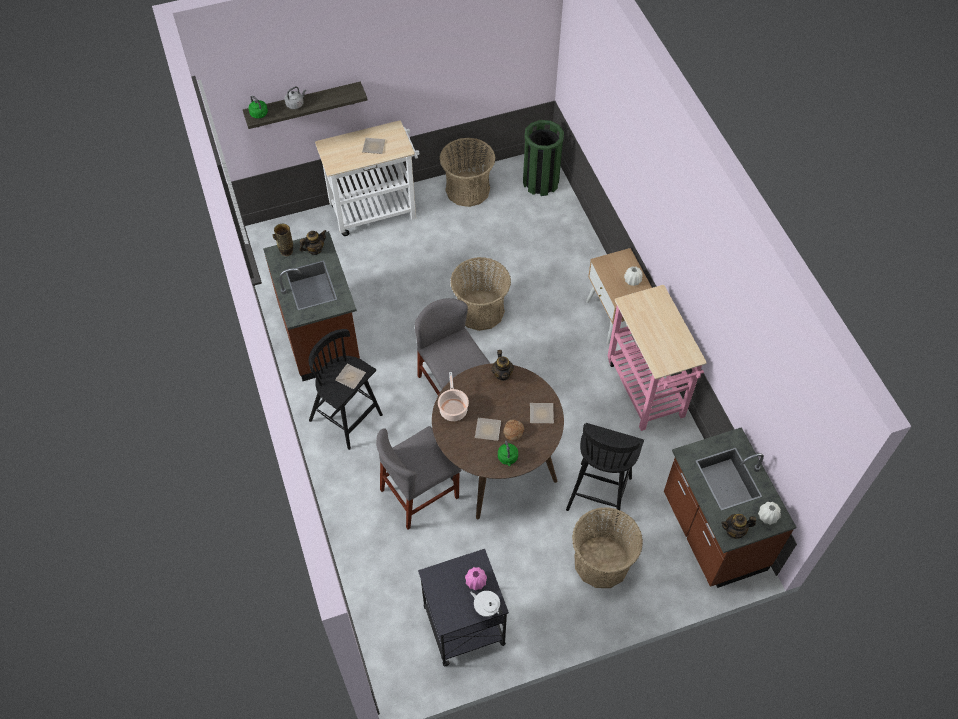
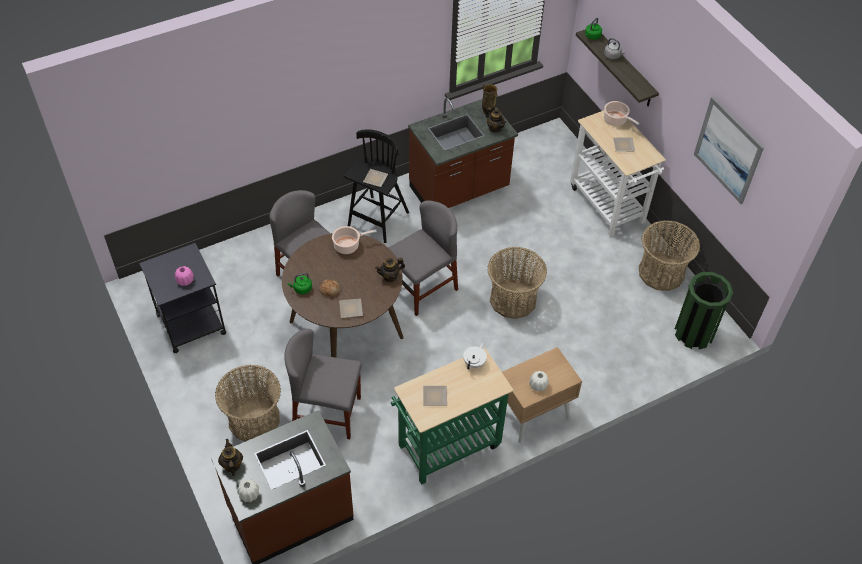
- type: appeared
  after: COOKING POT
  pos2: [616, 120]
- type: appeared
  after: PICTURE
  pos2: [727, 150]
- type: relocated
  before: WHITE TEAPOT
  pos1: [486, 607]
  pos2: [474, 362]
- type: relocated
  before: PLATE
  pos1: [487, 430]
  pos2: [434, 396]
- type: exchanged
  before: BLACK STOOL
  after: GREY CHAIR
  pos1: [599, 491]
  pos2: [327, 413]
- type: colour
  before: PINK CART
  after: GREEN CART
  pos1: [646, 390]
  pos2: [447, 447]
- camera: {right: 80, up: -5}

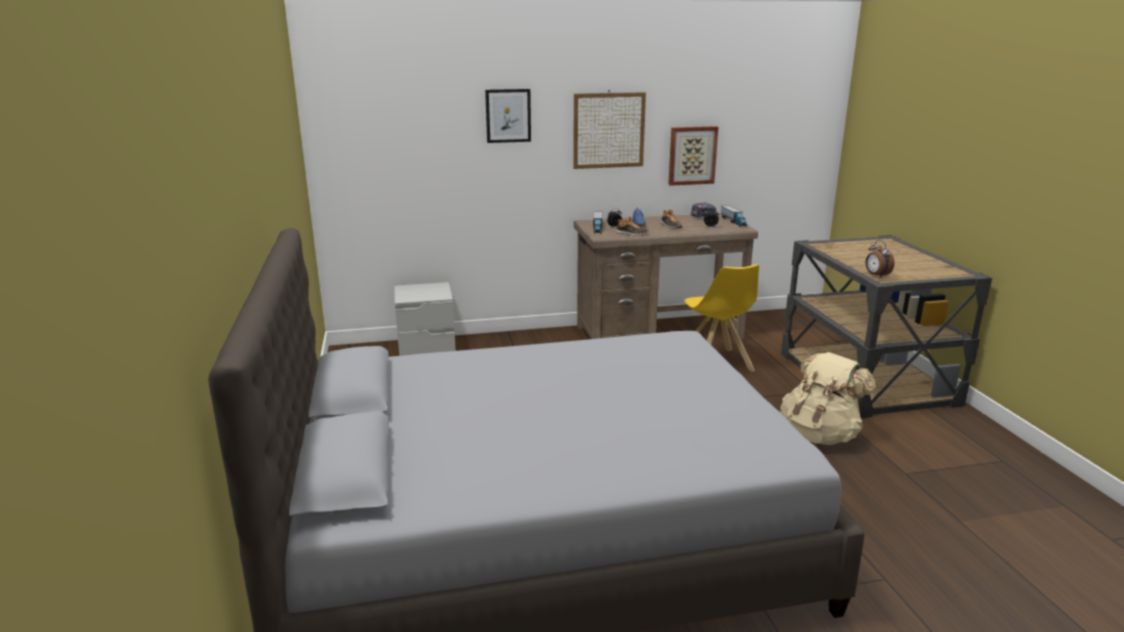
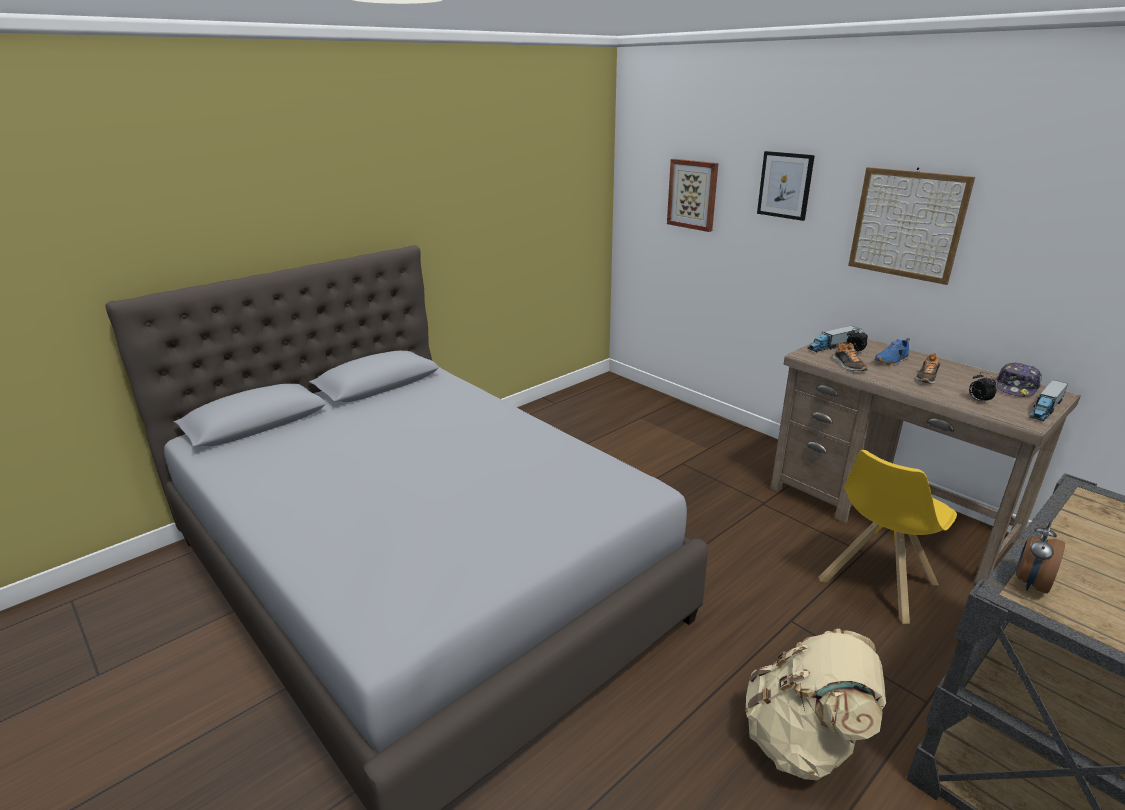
- type: missing
  before: WHITE NIGHTSTAND
  pos1: [426, 348]
- type: relocated
  before: PICTURE
  pos1: [692, 155]
  pos2: [693, 194]
- camera: {right: 60, up: 5}

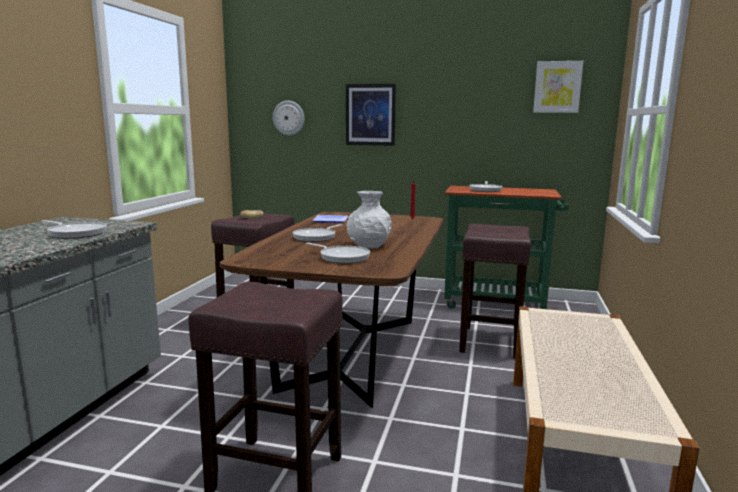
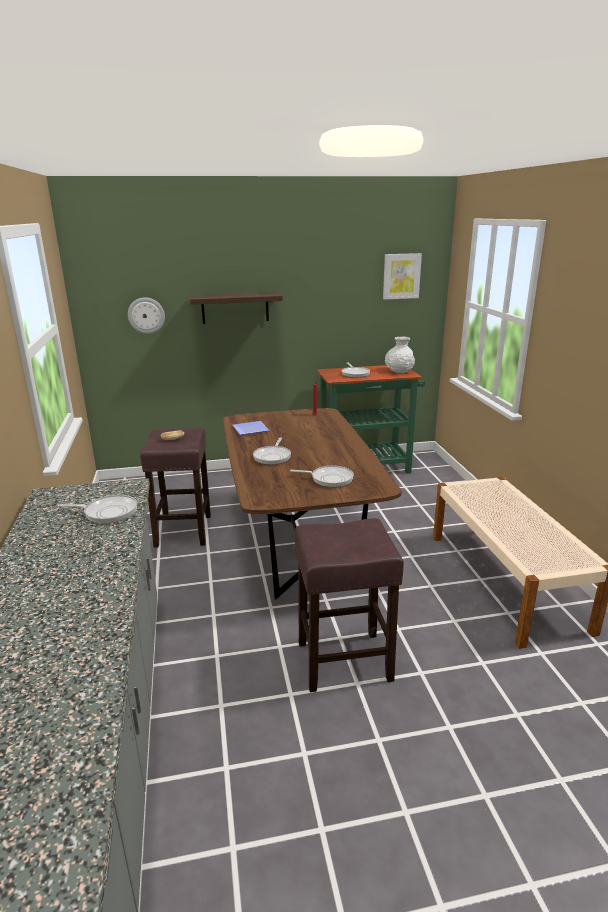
- type: missing
  before: BROWN STOOL
  pos1: [490, 342]
- type: relocated
  before: WHITE VASE
  pos1: [368, 245]
  pos2: [399, 371]
- type: exchanged
  before: PICTURE
  after: SHELF
  pos1: [370, 115]
  pos2: [235, 308]
- camera: {right: -25, up: 10}

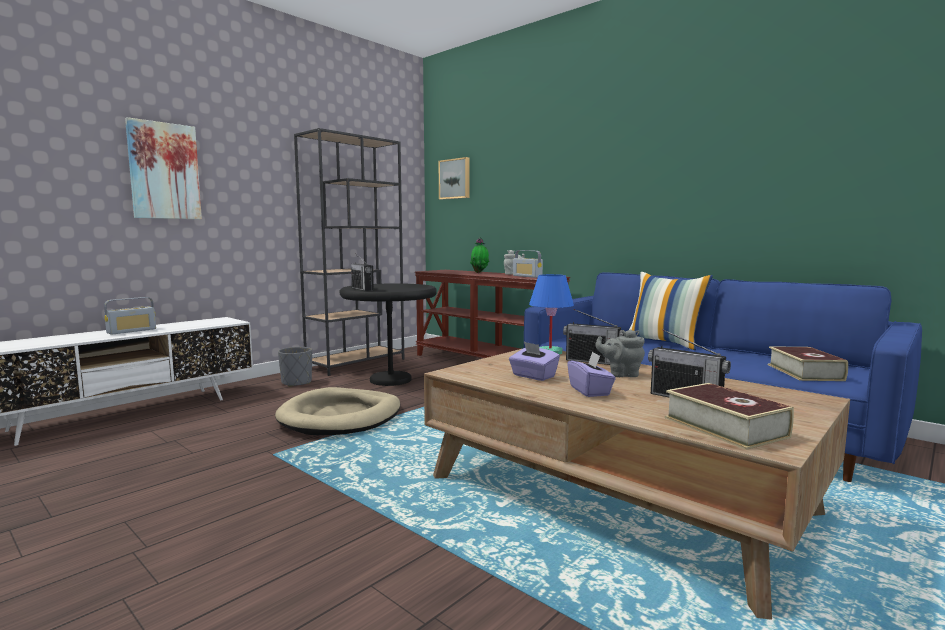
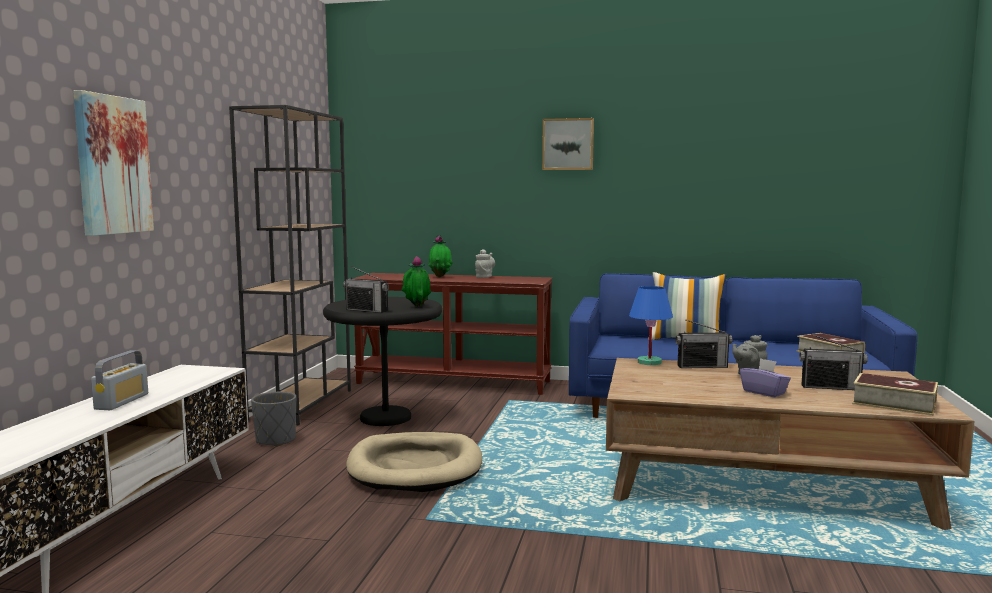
- type: missing
  before: PURPLE TISSUE BOX
  pos1: [533, 376]
- type: missing
  before: RADIO
  pos1: [527, 276]
- type: appeared
  after: POTTED PLANT
  pos2: [416, 307]
- type: relocated
  before: PICTURE
  pos1: [455, 179]
  pos2: [568, 144]
- camera: {right: -30, up: 0}

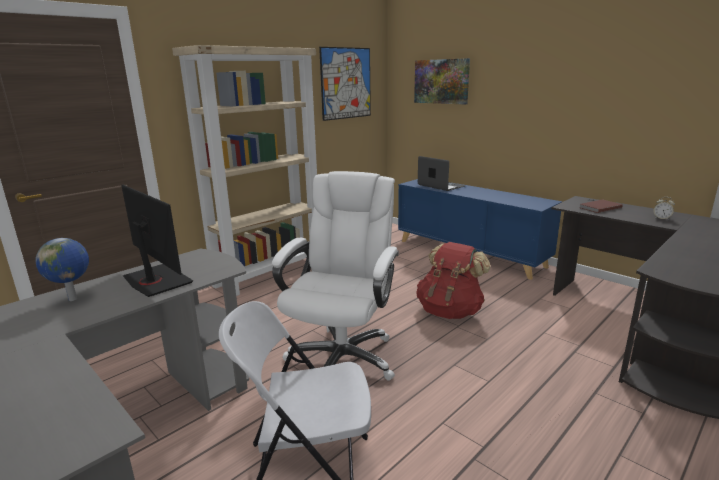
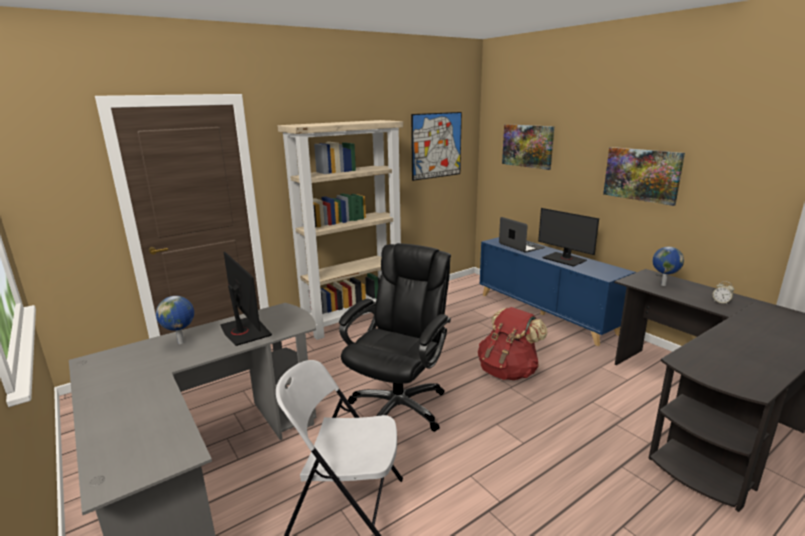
- type: appeared
  after: MONITOR
  pos2: [564, 259]
- type: appeared
  after: PICTURE
  pos2: [642, 174]
- type: exchanged
  before: BROWN BOOK
  after: GLOBE
  pos1: [599, 207]
  pos2: [662, 285]
- type: colour
  before: WHITE OFFICE CHAIR
  after: BLACK OFFICE CHAIR
  pos1: [342, 358]
  pos2: [398, 407]
- camera: {right: 10, up: 0}

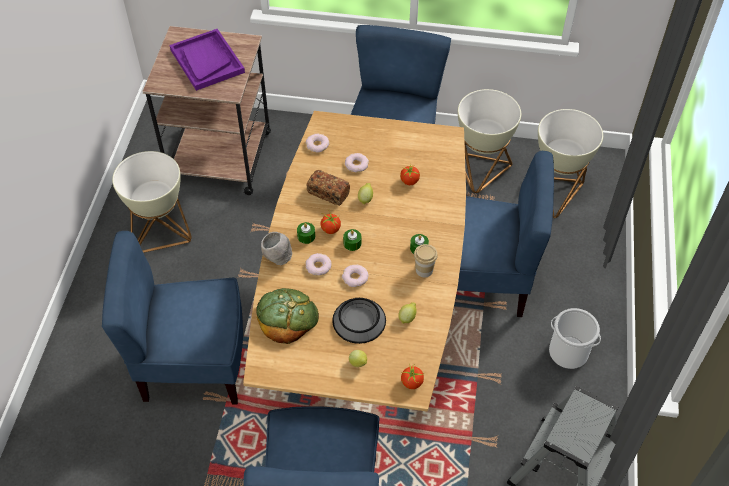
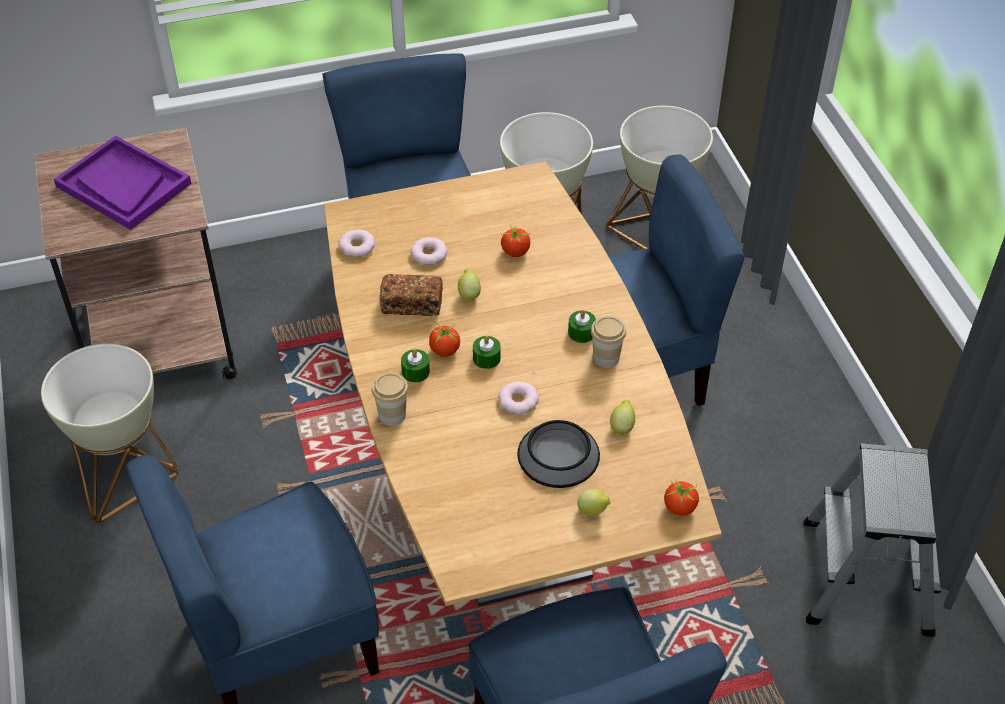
- type: missing
  before: BREAD
  pos1: [286, 316]
- type: missing
  before: DONUT
  pos1: [318, 266]
- type: missing
  before: BUCKET
  pos1: [569, 352]
- type: exchanged
  before: GREY BOWL
  after: CUP
  pos1: [277, 258]
  pos2: [392, 415]
- camera: {right: -25, up: -5}

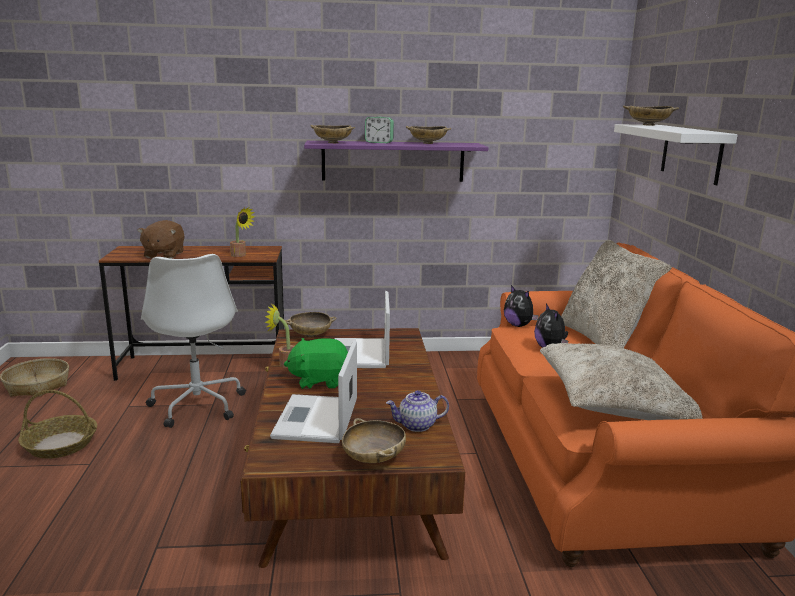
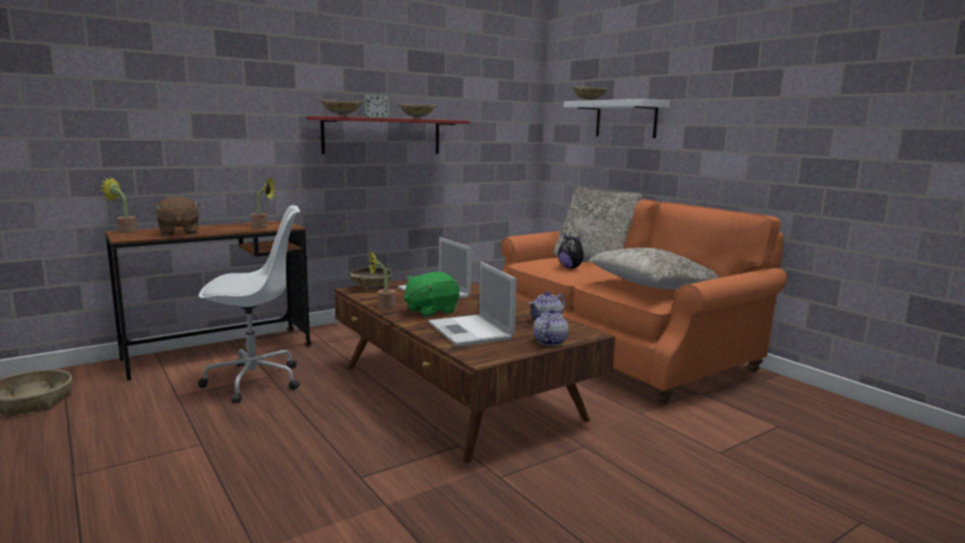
- type: missing
  before: BASKET
  pos1: [60, 444]
- type: missing
  before: PLUSH TOY
  pos1: [518, 325]
- type: appeared
  after: POTTED PLANT
  pos2: [124, 231]
- type: exchanged
  before: BEIGE BOWL
  after: TEAPOT
  pos1: [373, 459]
  pos2: [549, 342]
- type: colour
  before: PURPLE SHELF
  after: RED SHELF
  pos1: [393, 161]
  pos2: [383, 136]
- type: spun
  before: WHITE OFFICE CHAIR
  pos1: [198, 407]
  pos2: [257, 381]
  turn: -60
- camera: {right: -30, up: -5}

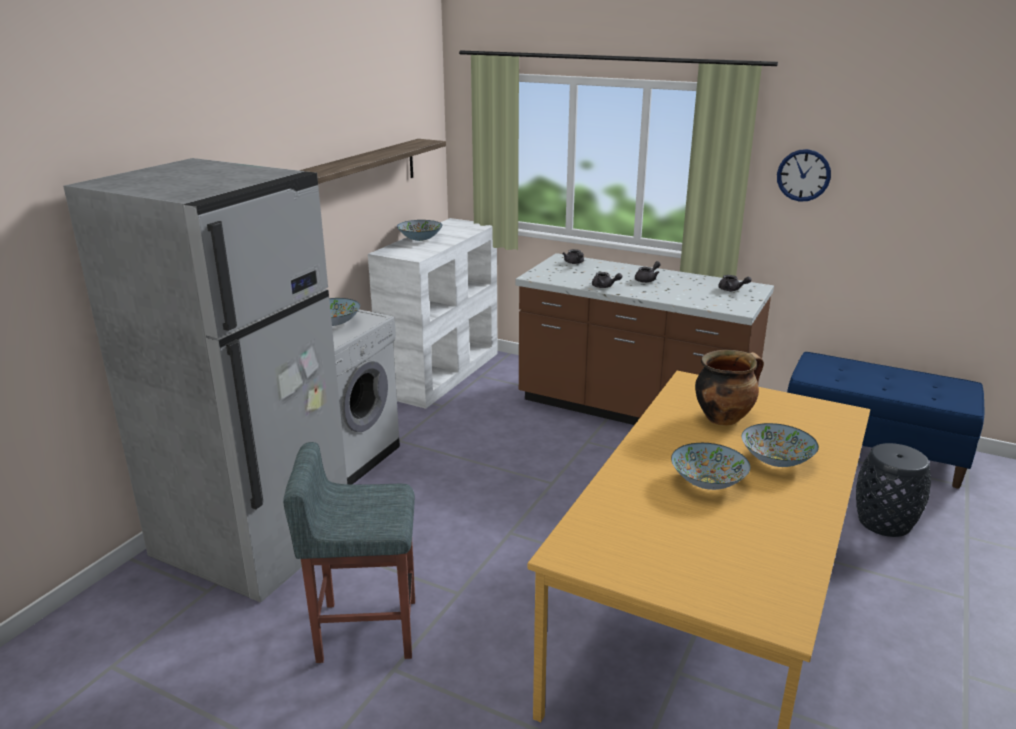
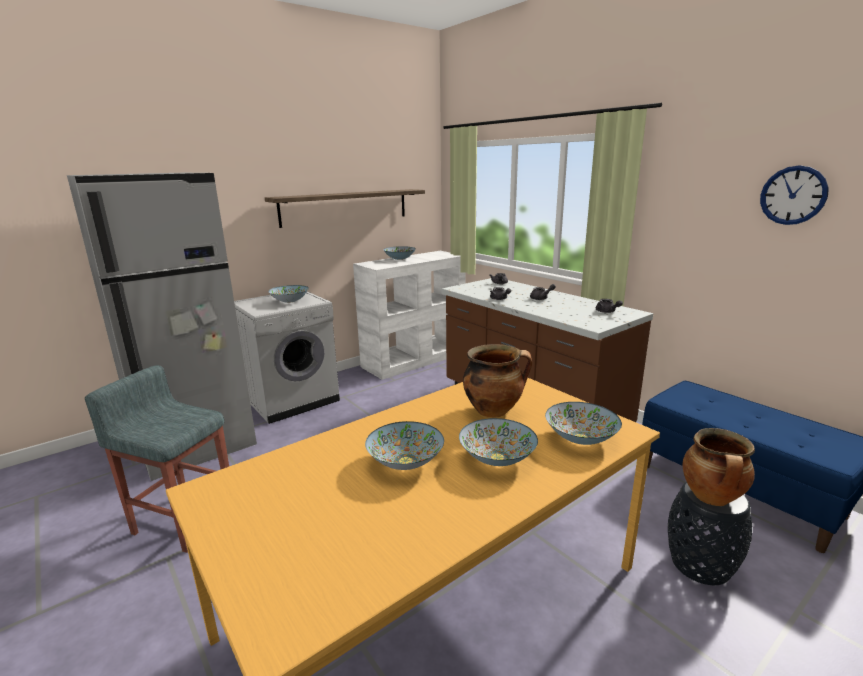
- type: appeared
  after: BOWL
  pos2: [581, 438]
- type: appeared
  after: COOKING POT
  pos2: [712, 498]
- type: relocated
  before: WALL CLOCK
  pos1: [803, 175]
  pos2: [793, 195]
- camera: {right: 25, up: -5}

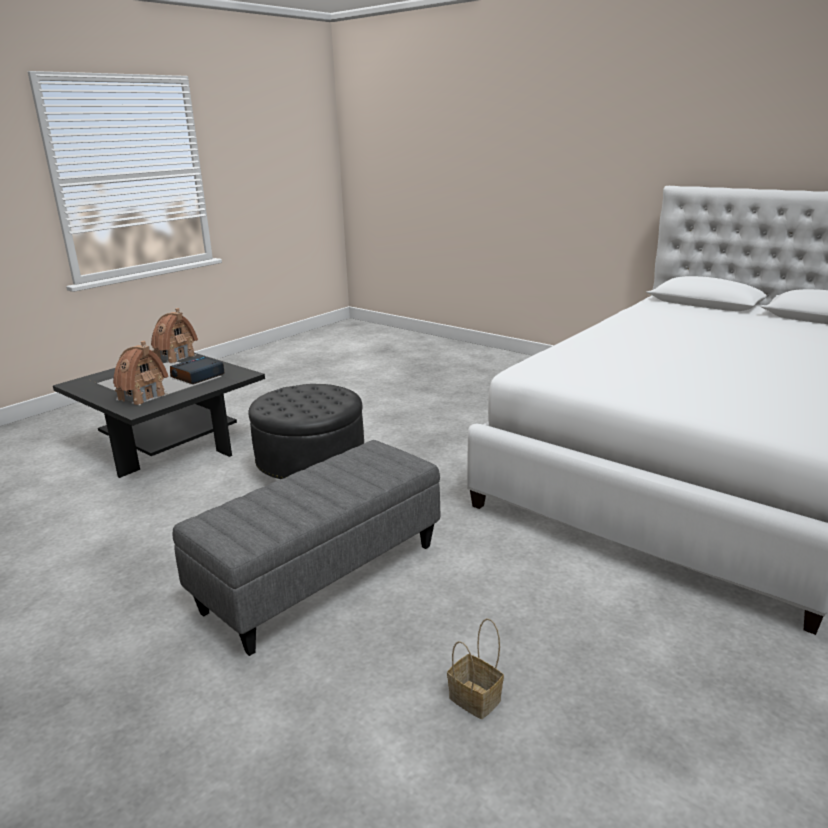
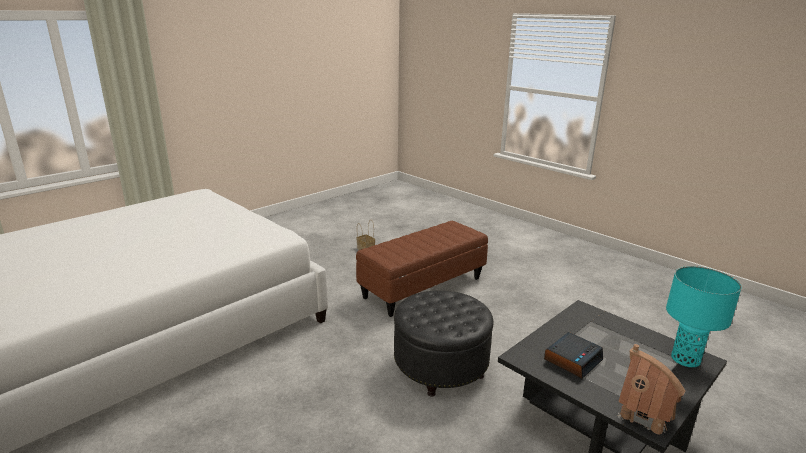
- type: missing
  before: TOY HOUSE
  pos1: [142, 397]
- type: appeared
  after: TURQUOISE TABLE LAMP
  pos2: [686, 359]
- type: colour
  before: GREY OTTOMAN
  after: BROWN OTTOMAN
  pos1: [321, 578]
  pos2: [423, 288]
- camera: {right: -175, up: 0}

